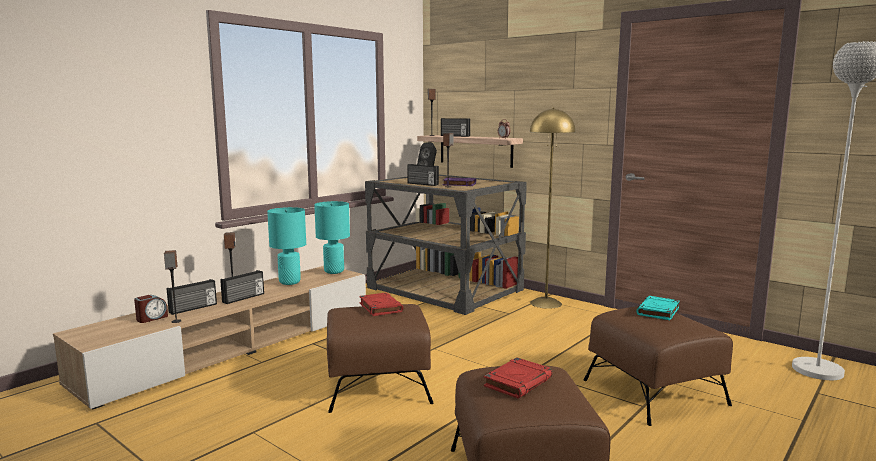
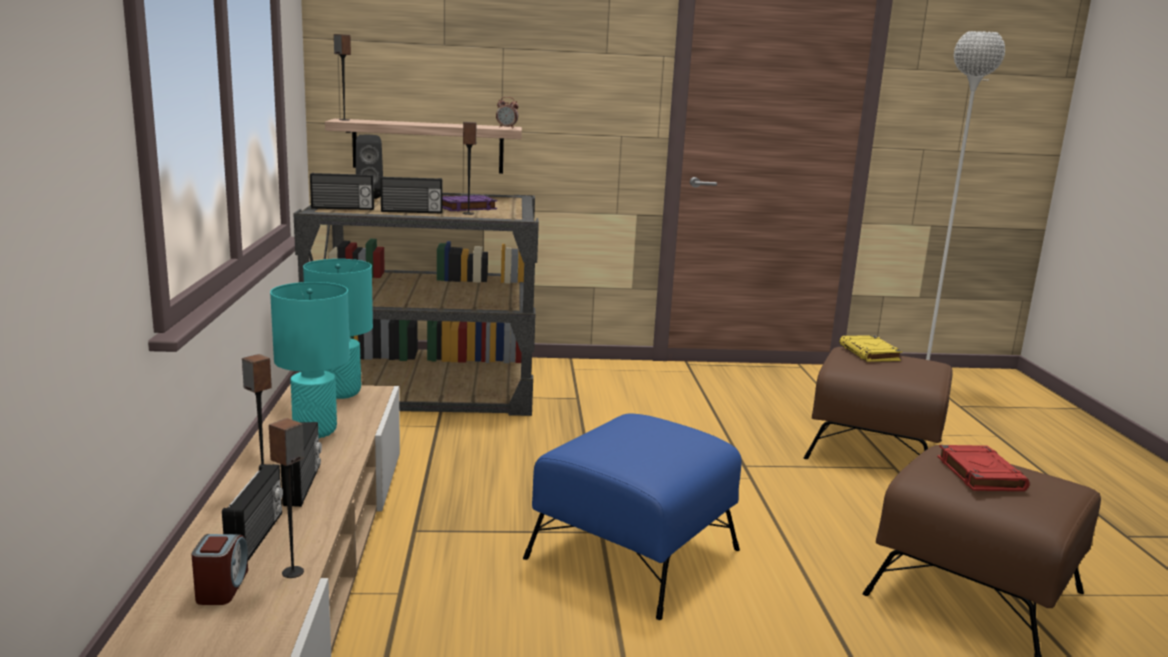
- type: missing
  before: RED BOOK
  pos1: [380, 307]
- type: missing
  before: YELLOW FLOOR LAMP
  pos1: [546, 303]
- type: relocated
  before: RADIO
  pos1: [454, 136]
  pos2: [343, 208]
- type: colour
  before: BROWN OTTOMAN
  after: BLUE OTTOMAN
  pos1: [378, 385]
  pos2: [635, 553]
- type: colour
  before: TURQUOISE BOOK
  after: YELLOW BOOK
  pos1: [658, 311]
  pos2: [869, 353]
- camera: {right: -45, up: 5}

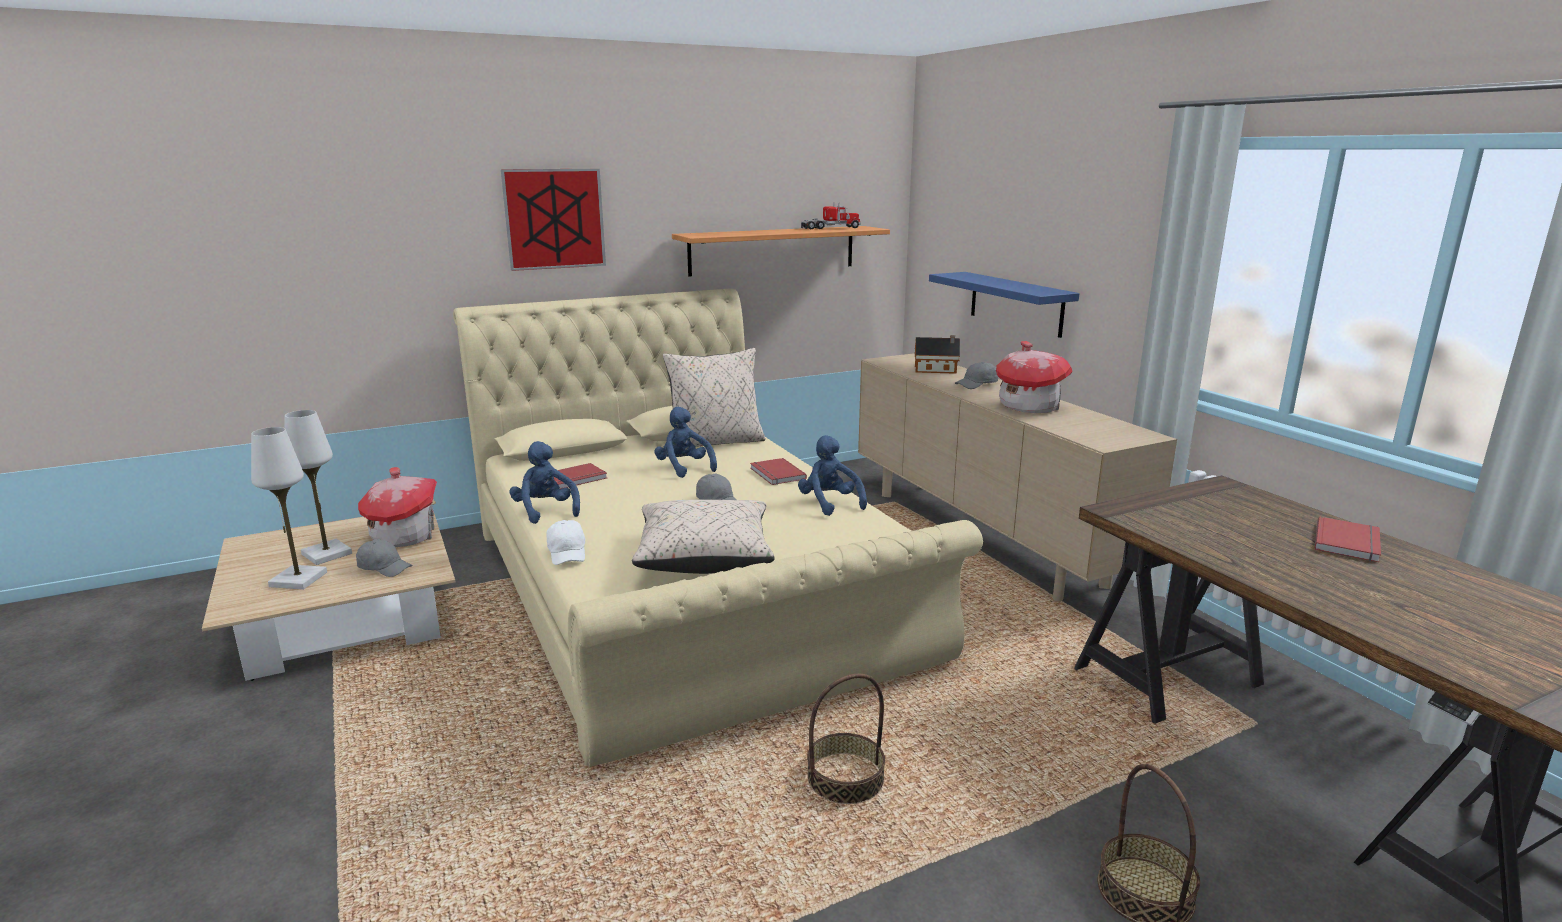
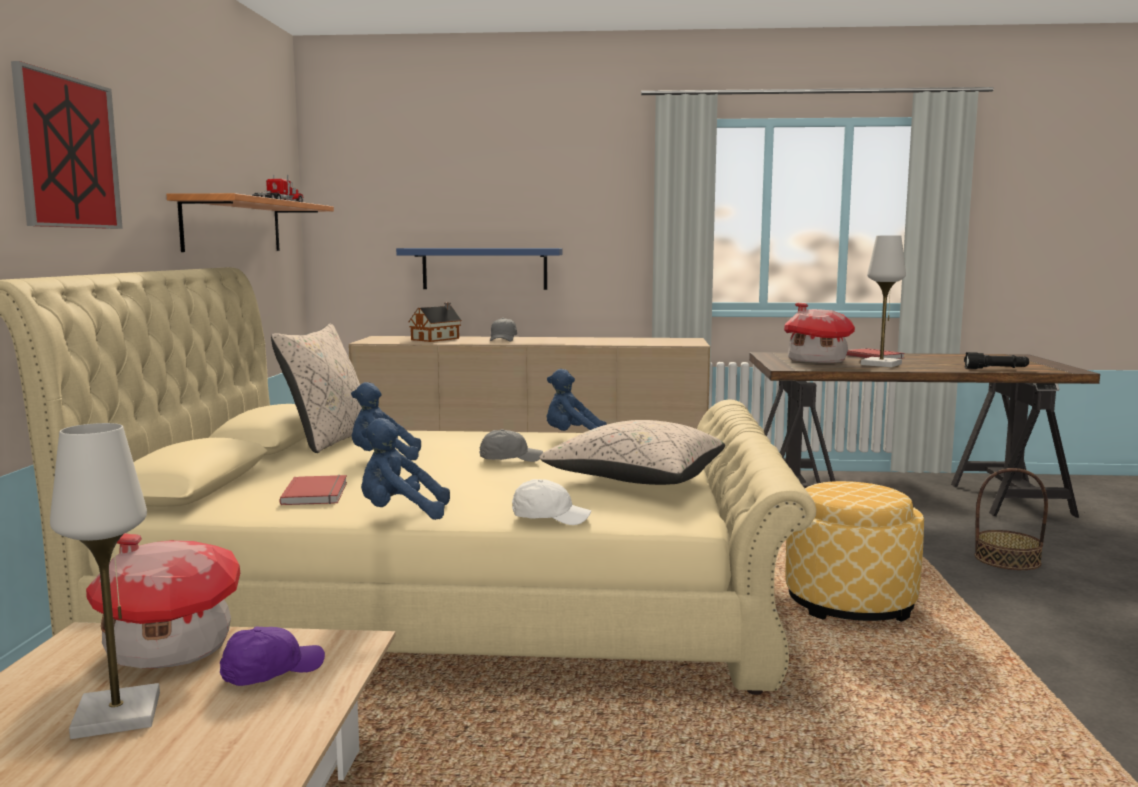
- type: missing
  before: RED BOOK
  pos1: [776, 474]
- type: appeared
  after: BLACK FLASHLIGHT
  pos2: [996, 369]
- type: relocated
  before: WHITE TABLE LAMP
  pos1: [298, 579]
  pos2: [881, 364]
- type: relocated
  before: TOY HOUSE
  pos1: [1029, 406]
  pos2: [815, 361]
- type: exchanged
  before: BASKET
  after: OTTOMAN
  pos1: [845, 779]
  pos2: [849, 603]
- type: colour
  before: GREY CAP
  after: PURPLE CAP
  pos1: [384, 568]
  pos2: [271, 672]
- camera: {right: -60, up: -10}

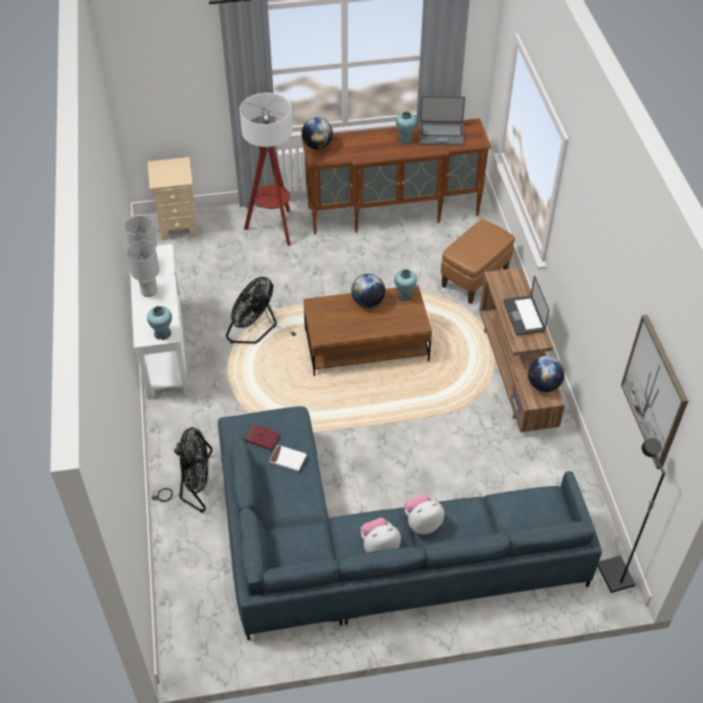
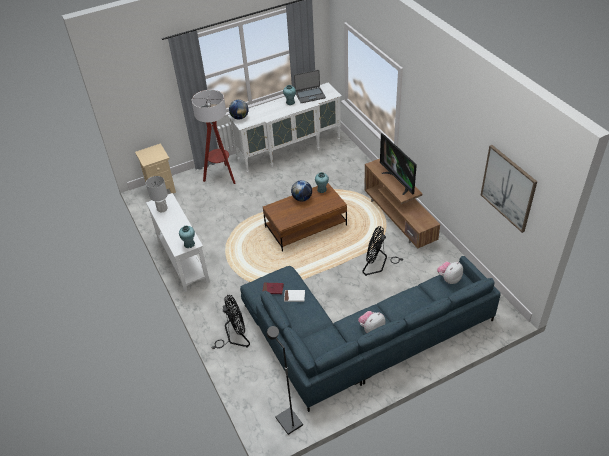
- type: missing
  before: GREY TABLE LAMP
  pos1: [150, 292]
- type: missing
  before: BROWN OTTOMAN
  pos1: [475, 278]
- type: missing
  before: GLOBE
  pos1: [543, 385]
- type: relocated
  before: BLACK FAN
  pos1: [261, 329]
  pos2: [378, 261]
- type: relocated
  before: PLUSH TOY
  pos1: [422, 523]
  pos2: [449, 279]
- type: relocated
  before: BLACK FLOOR LAMP
  pos1: [614, 575]
  pos2: [288, 422]
- type: exchanged
  before: LAPTOP
  after: TELEVISION
  pos1: [523, 316]
  pos2: [398, 181]
- type: colour
  before: BROWN CABINET
  after: WHITE CABINET
  pos1: [393, 212]
  pos2: [289, 151]
- camera: {right: -15, up: -5}

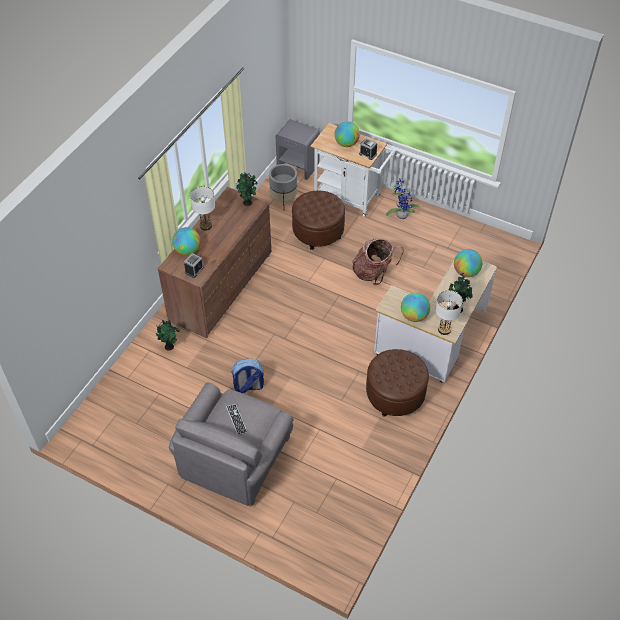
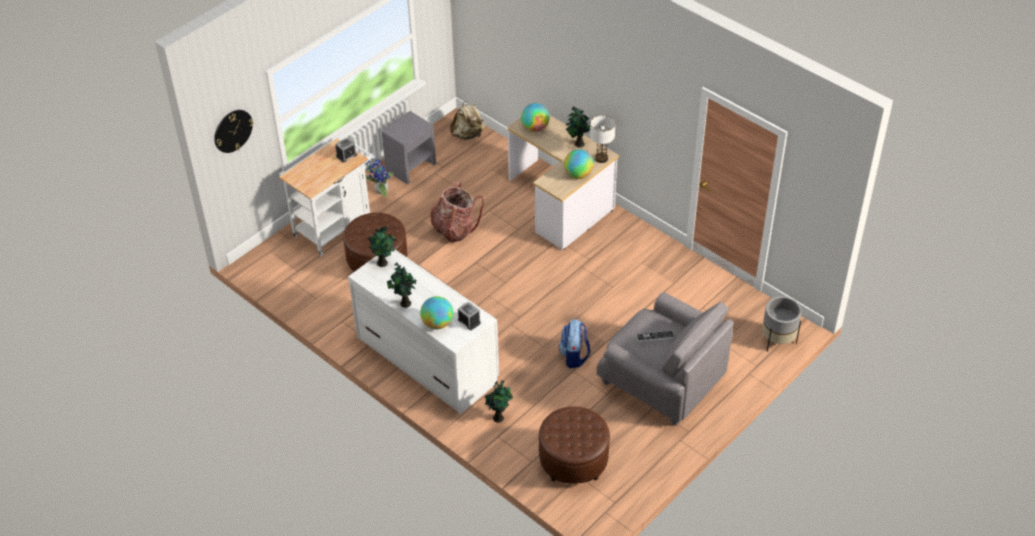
- type: missing
  before: GLOBE
  pos1: [346, 144]
- type: appeared
  after: WALL CLOCK
  pos2: [233, 131]
- type: appeared
  after: BEIGE BACKPACK
  pos2: [468, 135]
- type: relocated
  before: GREY PLANTER
  pos1: [283, 200]
  pos2: [778, 340]
- type: relocated
  before: GREY NIGHTSTAND
  pos1: [298, 166]
  pos2: [411, 167]
- type: relocated
  before: BROWN OTTOMAN
  pos1: [395, 395]
  pos2: [573, 461]
- type: exchanged
  before: TABLE LAMP
  after: POTTED PLANT
  pos1: [206, 226]
  pos2: [404, 303]
- type: colour
  before: BROWN DRESSER
  after: WHITE DRESSER
  pos1: [221, 287]
  pos2: [426, 360]
- camera: {right: -75, up: -5}

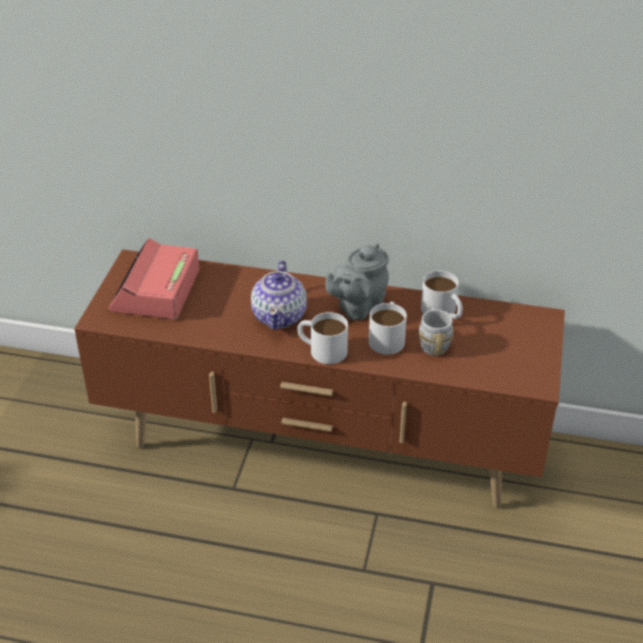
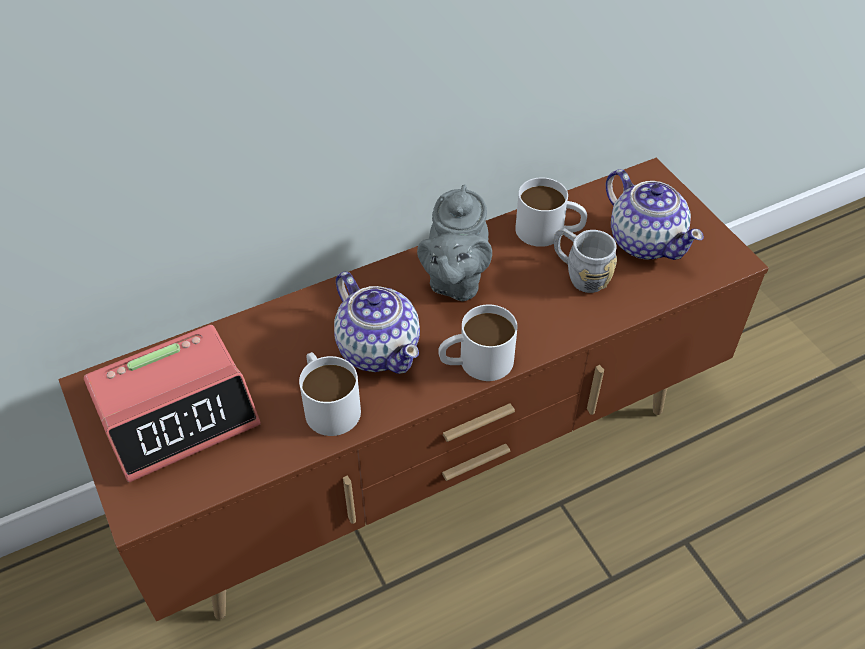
- type: appeared
  after: TEAPOT
  pos2: [645, 241]
- type: relocated
  before: WHITE MUG
  pos1: [388, 337]
  pos2: [328, 403]
- type: spun
  before: ALARM CLOCK
  pos1: [156, 291]
  pos2: [177, 413]
  turn: -90
- camera: {right: -40, up: 10}

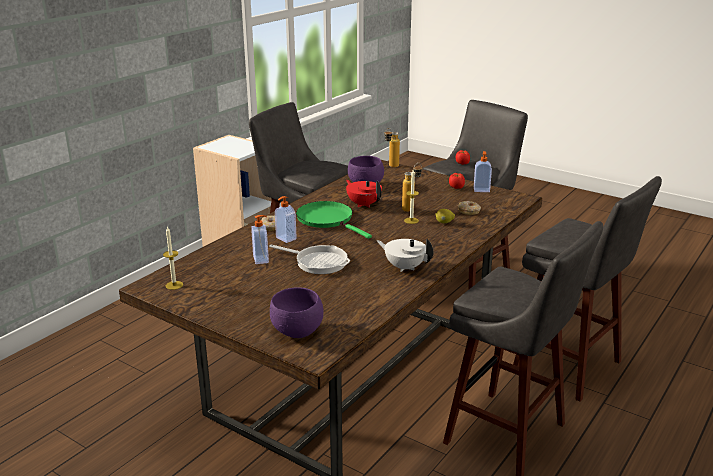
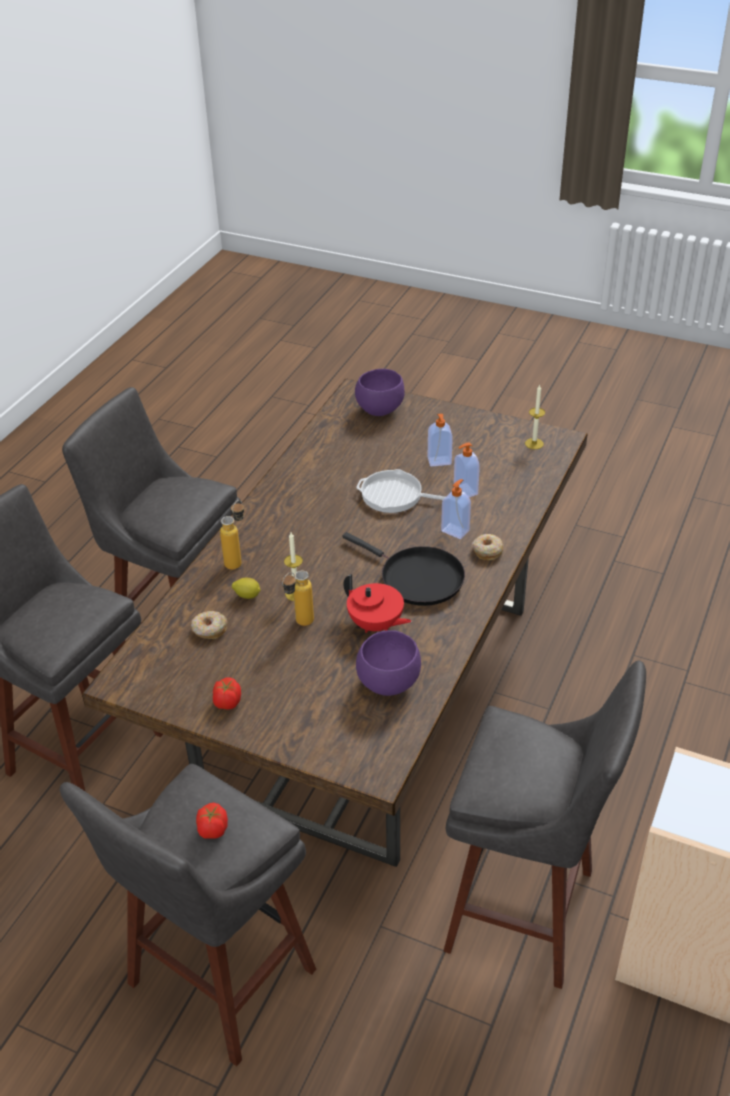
- type: missing
  before: WHITE TEAPOT
  pos1: [404, 267]
- type: relocated
  before: BOTTLE
  pos1: [391, 167]
  pos2: [237, 560]
- type: relocated
  before: SOAP DISPENSER
  pos1: [481, 190]
  pos2: [439, 461]
- type: colour
  before: GREEN FRYING PAN
  after: BLACK FRYING PAN
  pos1: [327, 219]
  pos2: [417, 578]
- camera: {right: 170, up: 15}

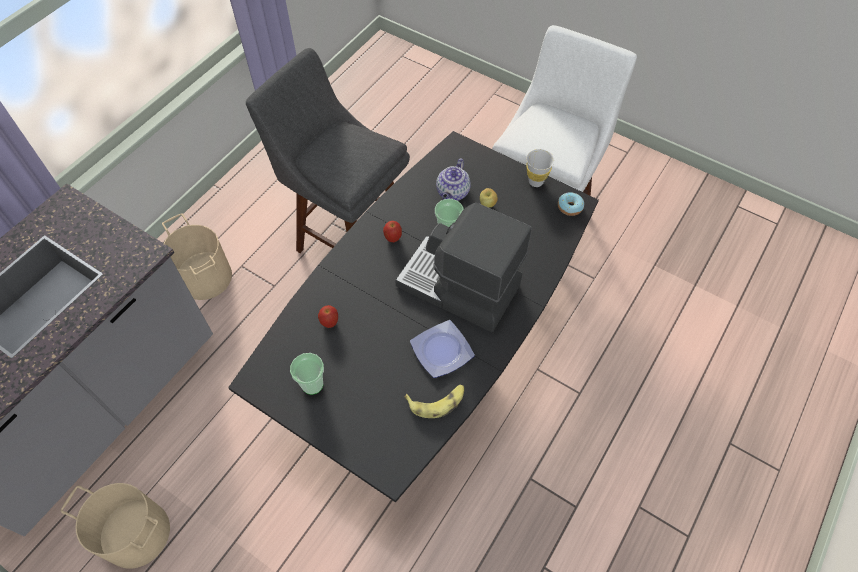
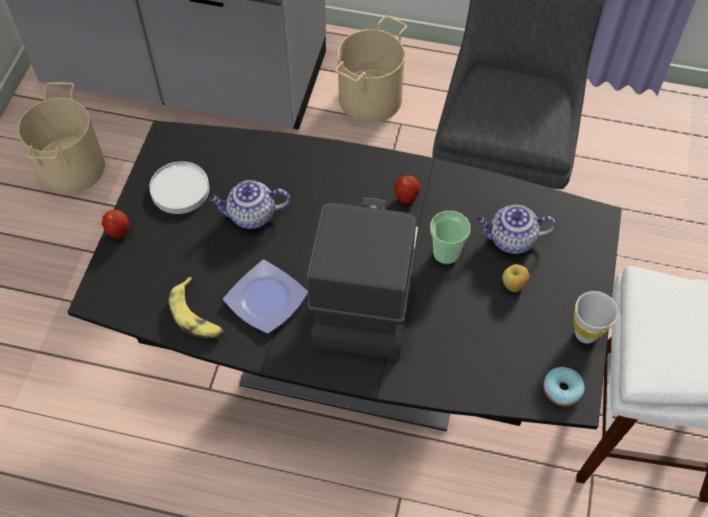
- type: appeared
  after: TEAPOT
  pos2: [251, 216]
- type: relocated
  before: APPLE
  pos1: [330, 323]
  pos2: [119, 233]
- type: exchanged
  before: CUP
  after: WHITE PLATE
  pos1: [312, 384]
  pos2: [180, 189]
- camera: {right: 70, up: 0}

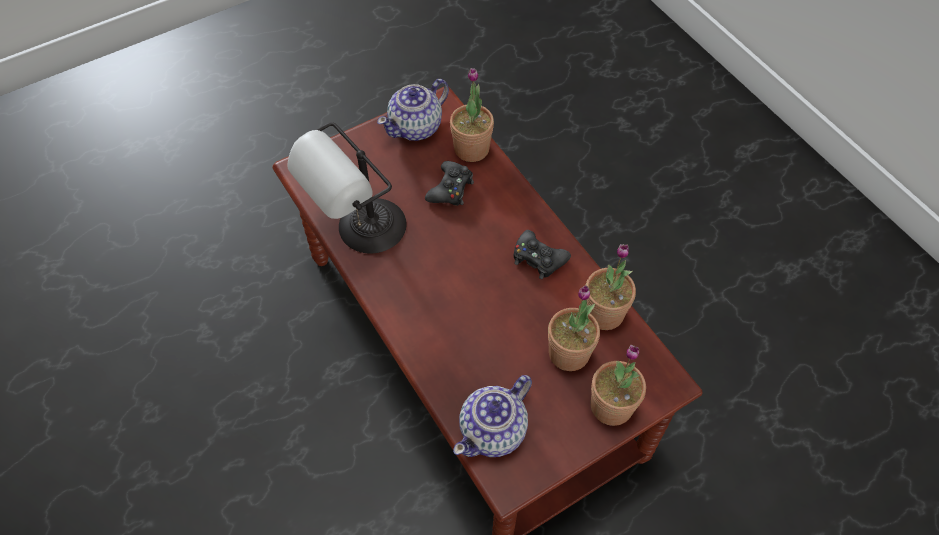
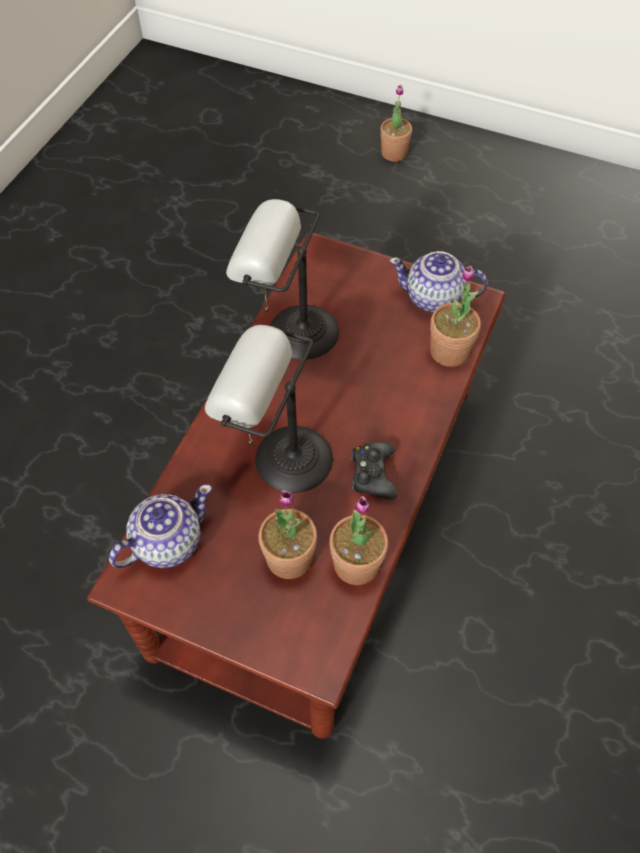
- type: missing
  before: BLACK GAME CONTROLLER
  pos1: [451, 189]
- type: appeared
  after: TABLE LAMP
  pos2: [277, 455]
- type: relocated
  before: POTTED PLANT
  pos1: [611, 406]
  pos2: [394, 153]
- type: spun
  before: TEAPOT
  pos1: [494, 431]
  pos2: [166, 542]
  turn: 135
- camera: {right: 55, up: 0}

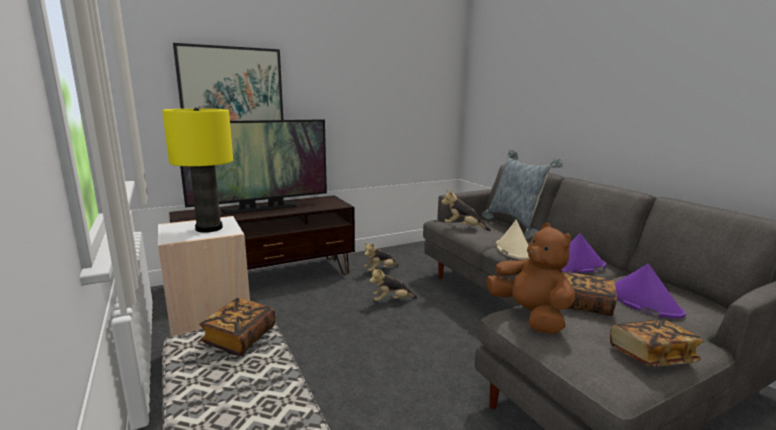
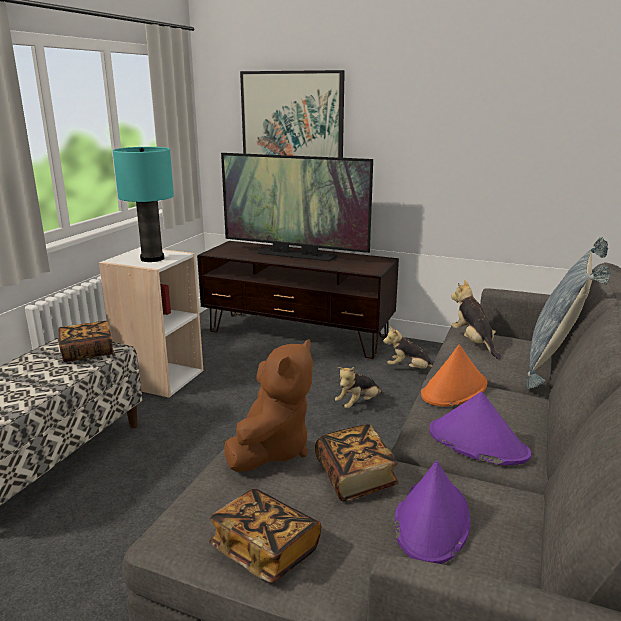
- type: colour
  before: YELLOW TABLE LAMP
  after: TURQUOISE TABLE LAMP
  pos1: [209, 228]
  pos2: [152, 259]
- type: colour
  before: BEIGE HAT
  after: ORANGE HAT
  pos1: [513, 250]
  pos2: [454, 390]
- type: spun
  before: PLUSH TOY
  pos1: [391, 301]
  pos2: [358, 404]
  turn: -75
- camera: {right: 50, up: 5}

